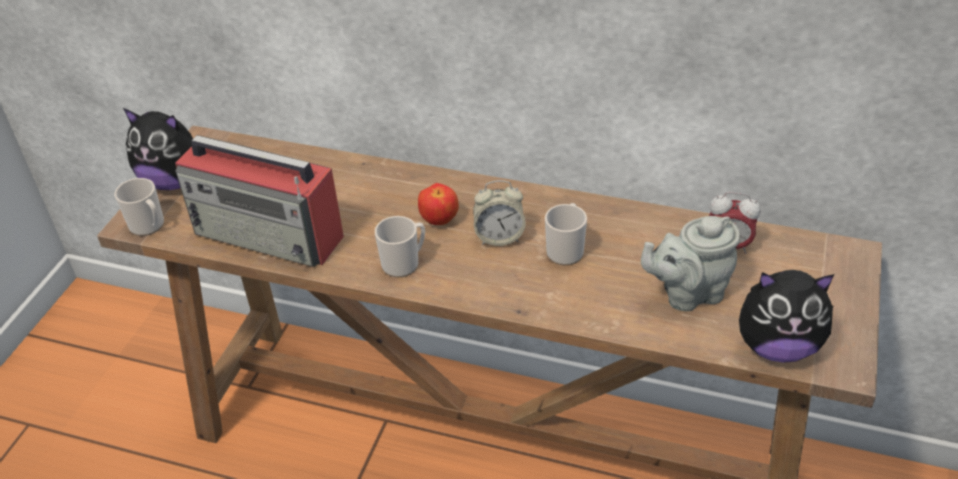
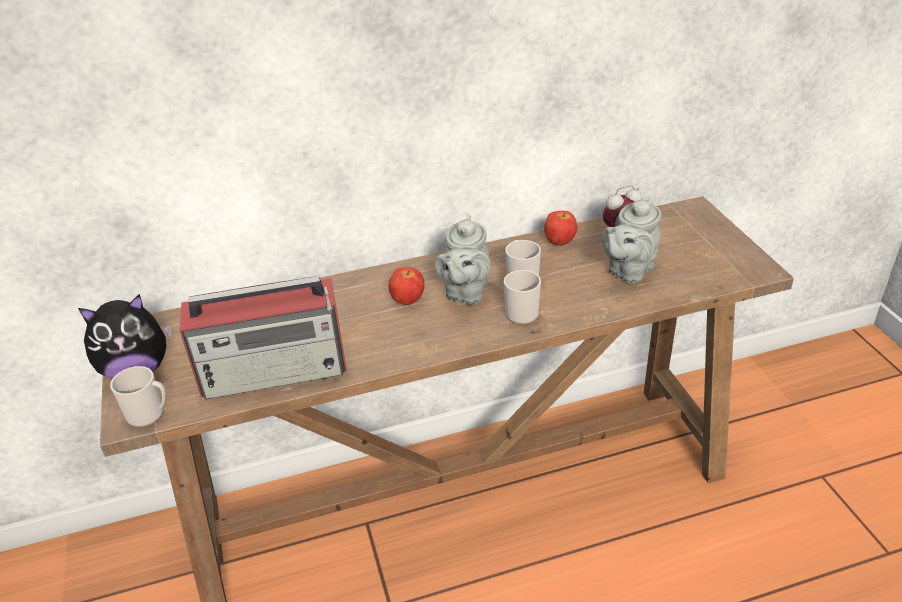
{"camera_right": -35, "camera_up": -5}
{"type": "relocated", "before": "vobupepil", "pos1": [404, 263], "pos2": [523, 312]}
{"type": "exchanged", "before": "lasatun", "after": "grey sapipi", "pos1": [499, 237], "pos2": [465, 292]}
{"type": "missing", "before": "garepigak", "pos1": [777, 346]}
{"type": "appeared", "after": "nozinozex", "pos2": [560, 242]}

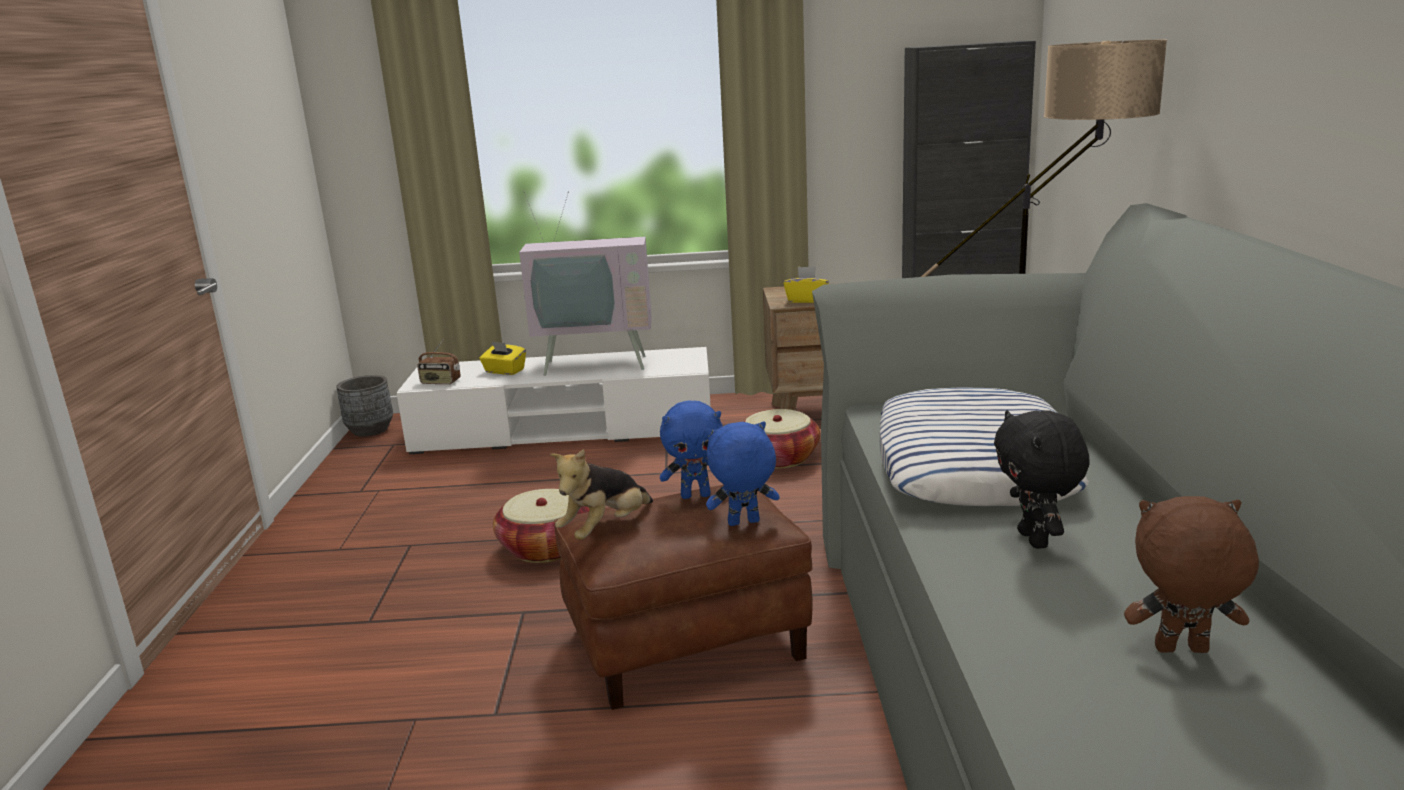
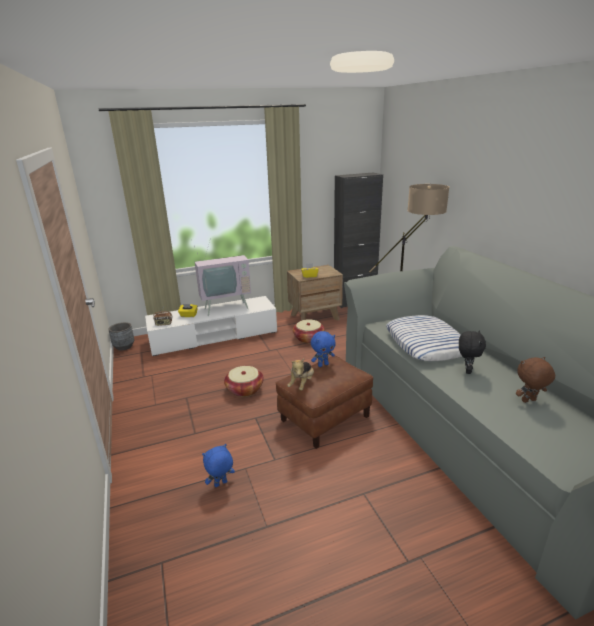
{"camera_right": -20, "camera_up": 5}
{"type": "relocated", "before": "blue garepigak", "pos1": [743, 523], "pos2": [221, 484]}
{"type": "spun", "before": "black garepigak", "pos1": [1035, 540], "pos2": [467, 370], "turn": -135}

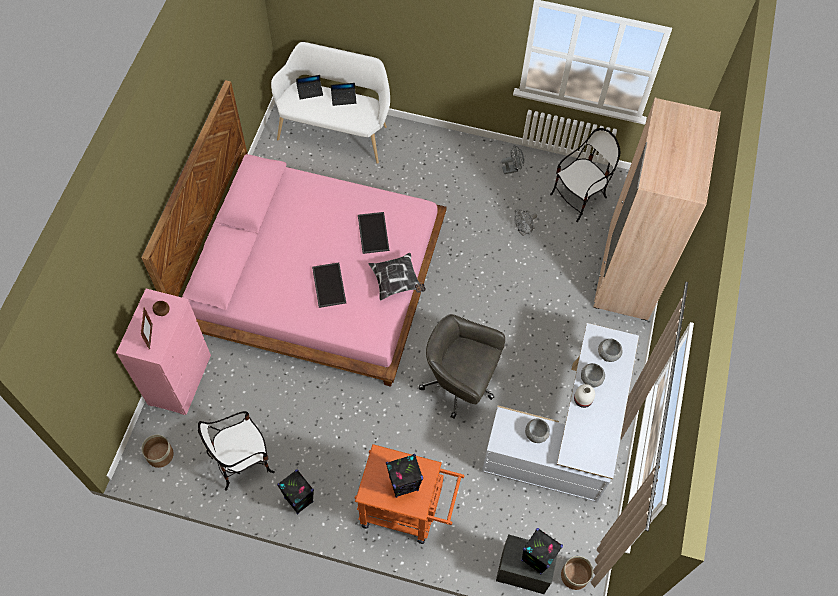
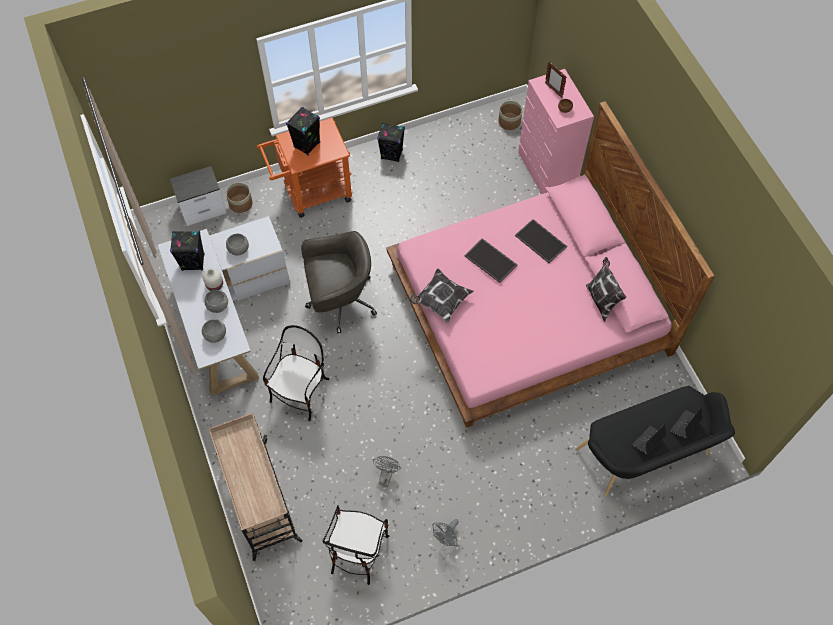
{"camera_right": 145, "camera_up": 0}
{"type": "relocated", "before": "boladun", "pos1": [243, 462], "pos2": [301, 392]}
{"type": "colour", "before": "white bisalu", "after": "black bisalu", "pos1": [335, 130], "pos2": [646, 456]}
{"type": "relocated", "before": "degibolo", "pos1": [372, 232], "pos2": [541, 241]}
{"type": "relocated", "before": "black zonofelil", "pos1": [536, 559], "pos2": [193, 262]}
{"type": "relocated", "before": "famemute", "pos1": [574, 576], "pos2": [240, 203]}
{"type": "exchanged", "before": "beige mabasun", "after": "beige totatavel", "pos1": [627, 273], "pos2": [260, 500]}
{"type": "appeared", "after": "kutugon", "pos2": [601, 300]}

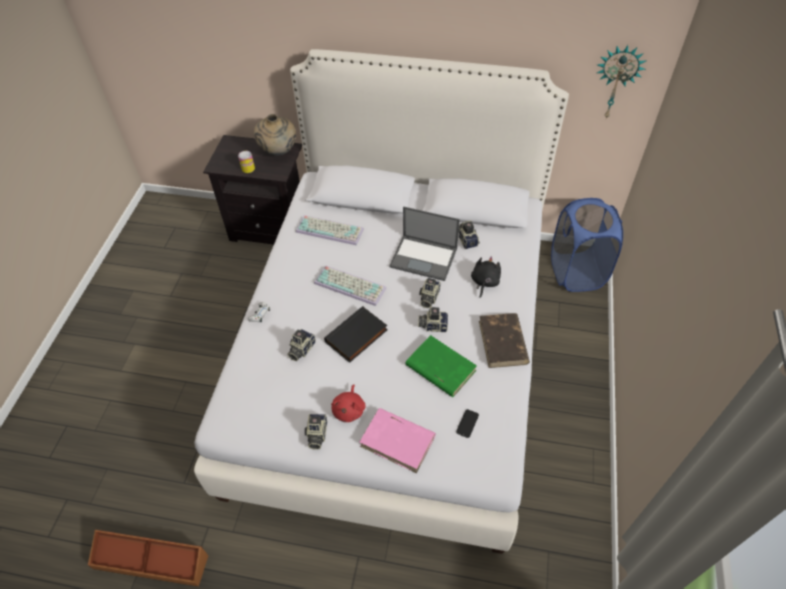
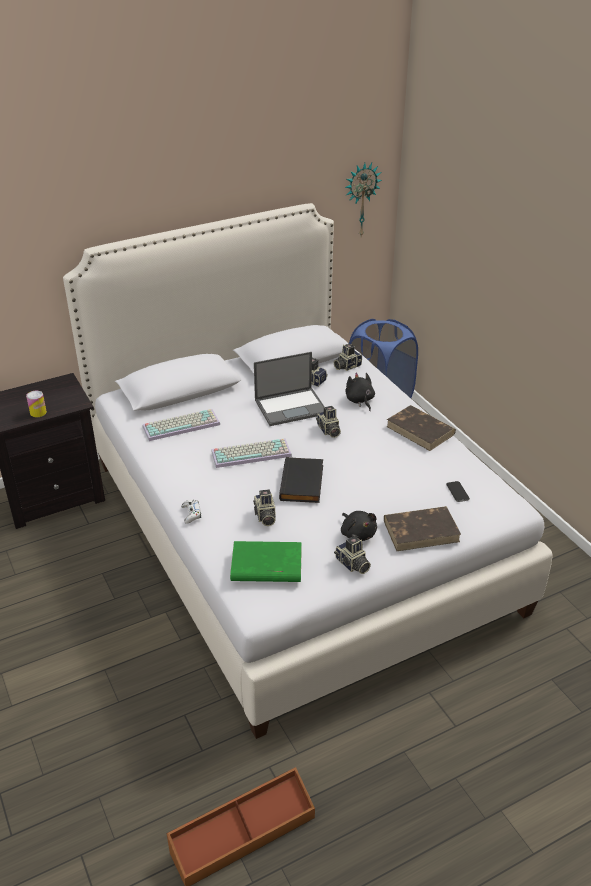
{"camera_right": -40, "camera_up": -15}
{"type": "missing", "before": "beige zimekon", "pos1": [279, 152]}
{"type": "colour", "before": "red garepigak", "after": "black garepigak", "pos1": [349, 409], "pos2": [357, 533]}
{"type": "colour", "before": "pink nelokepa", "after": "brown nelokepa", "pos1": [398, 441], "pos2": [421, 531]}
{"type": "relocated", "before": "green nelokepa", "pos1": [440, 368], "pos2": [266, 566]}
{"type": "relocated", "before": "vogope", "pos1": [432, 325], "pos2": [346, 366]}

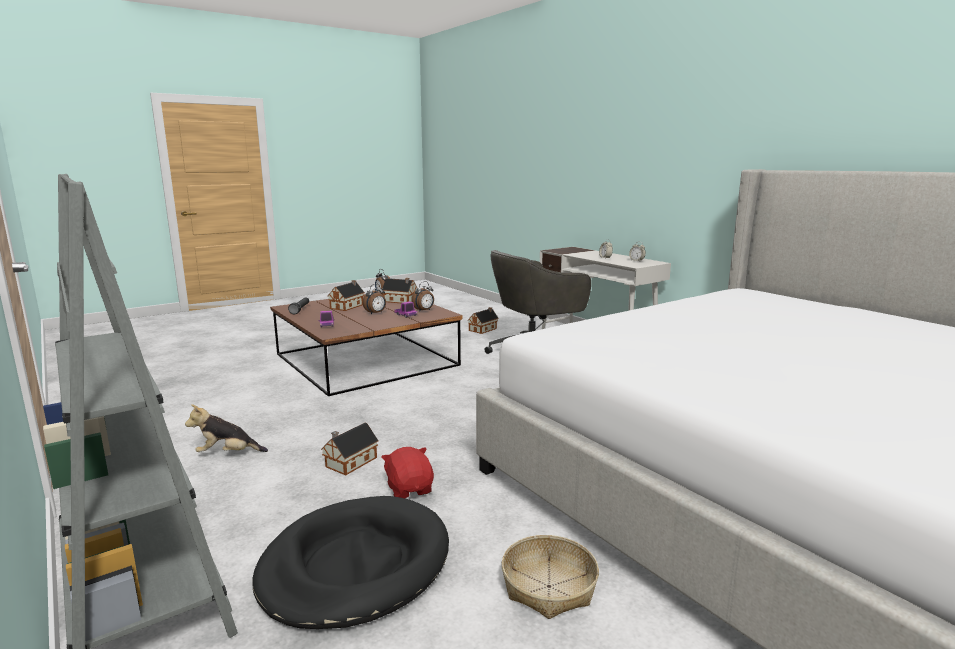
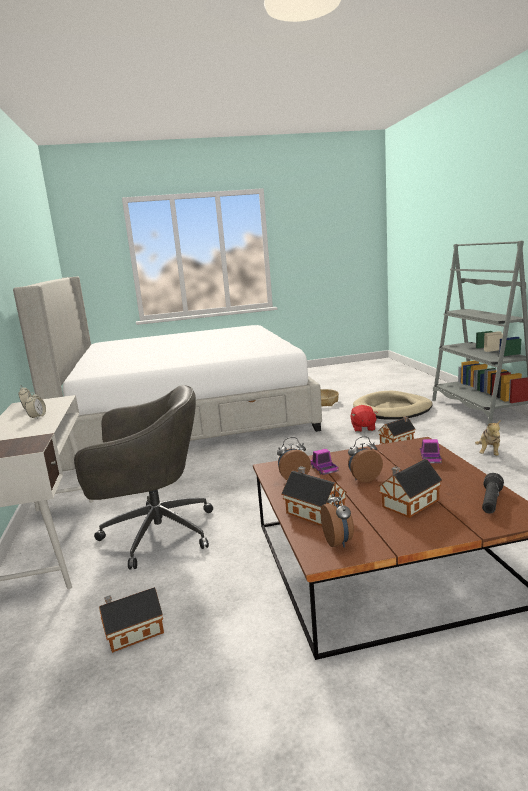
{"camera_right": -155, "camera_up": 0}
{"type": "spun", "before": "garepigak", "pos1": [227, 453], "pos2": [489, 453], "turn": 90}
{"type": "colour", "before": "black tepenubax", "after": "beige tepenubax", "pos1": [355, 566], "pos2": [392, 409]}

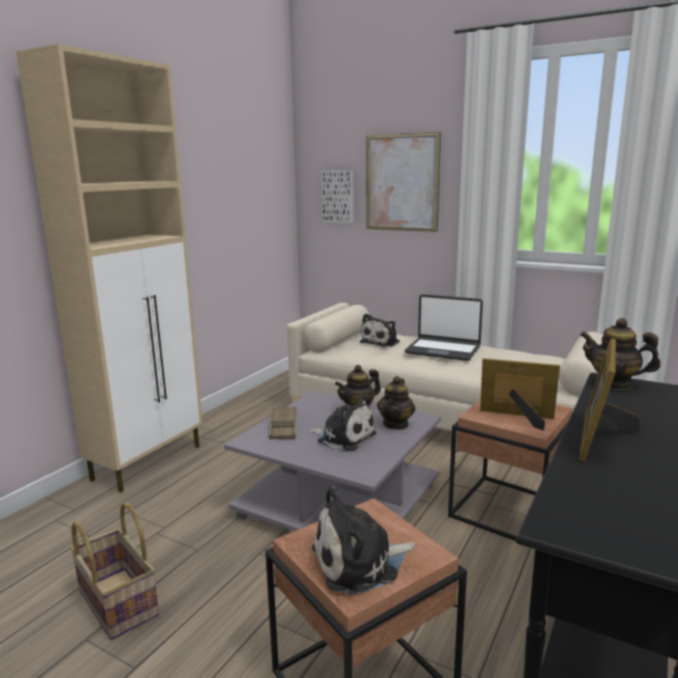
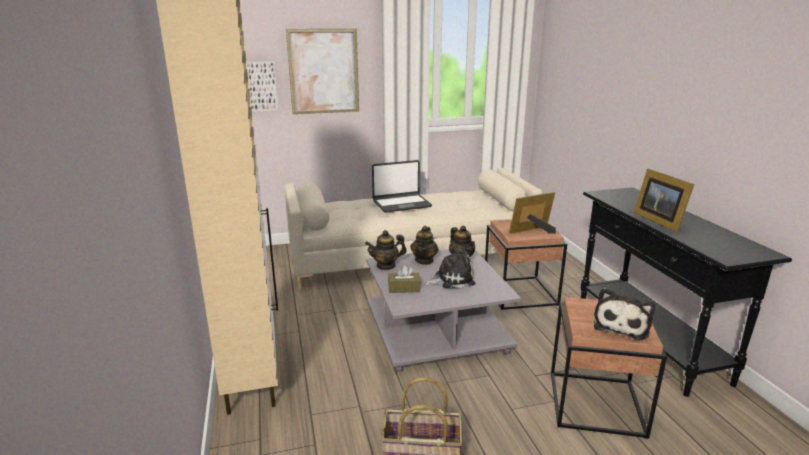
{"camera_right": -45, "camera_up": 5}
{"type": "exchanged", "before": "brown degibolo", "after": "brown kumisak", "pos1": [283, 427], "pos2": [404, 288]}
{"type": "missing", "before": "garepigak", "pos1": [381, 342]}
{"type": "relocated", "before": "sapipi", "pos1": [614, 384], "pos2": [386, 265]}

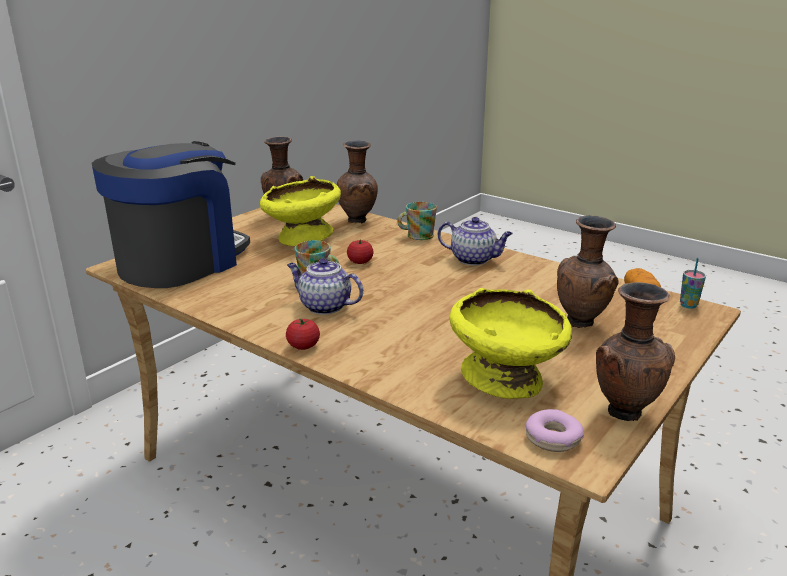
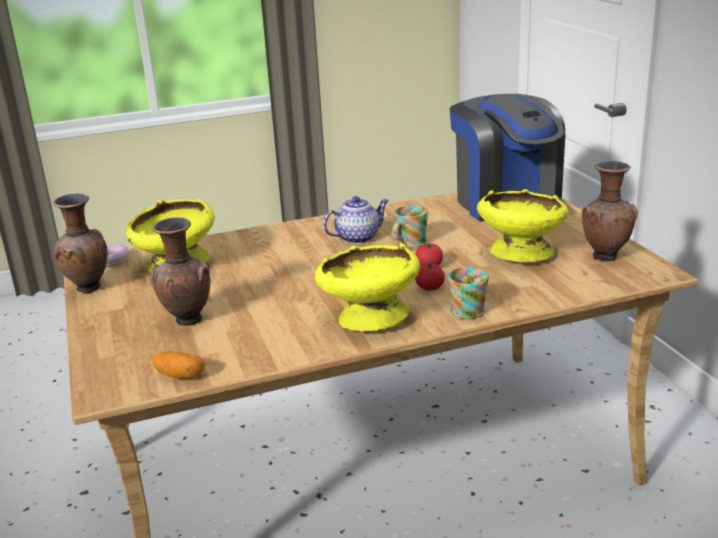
{"camera_right": 125, "camera_up": 0}
{"type": "relocated", "before": "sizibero", "pos1": [303, 346], "pos2": [430, 288]}
{"type": "missing", "before": "brown zimekon", "pos1": [358, 221]}
{"type": "exchanged", "before": "sapipi", "after": "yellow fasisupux", "pos1": [474, 259], "pos2": [368, 319]}
{"type": "missing", "before": "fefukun", "pos1": [688, 305]}

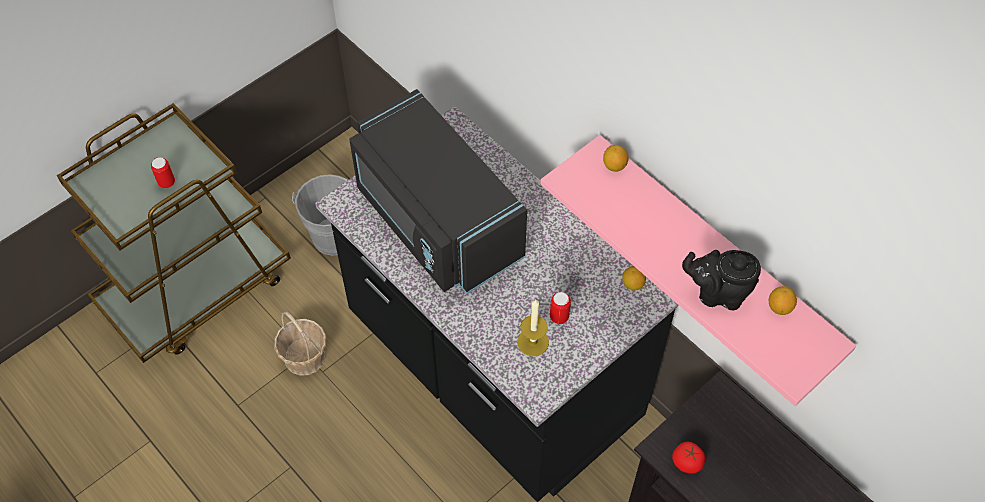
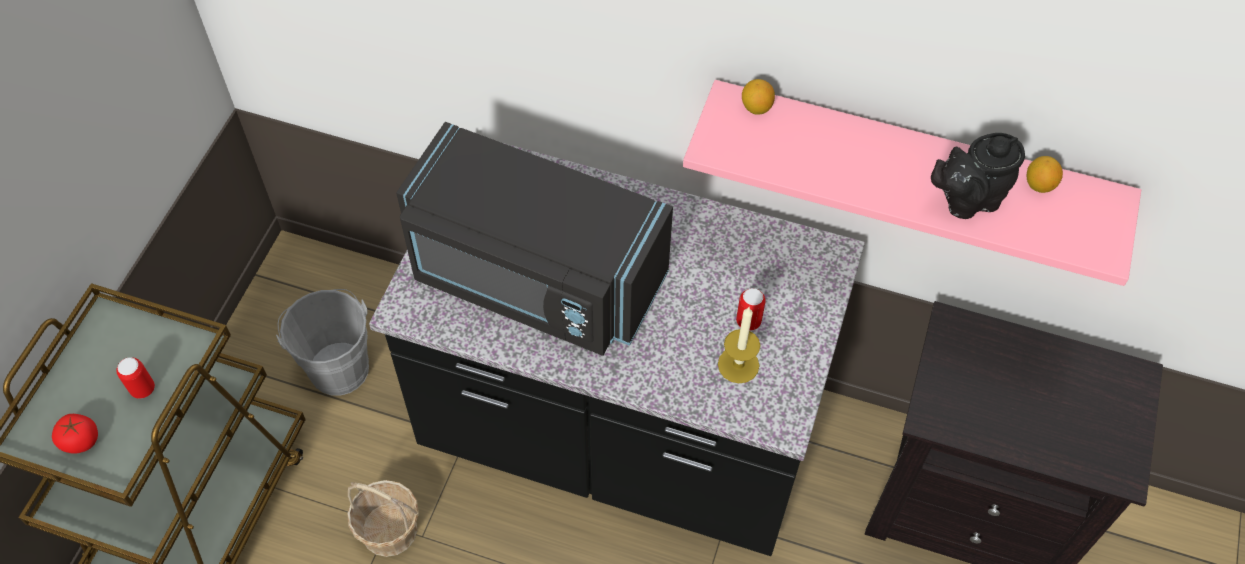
{"camera_right": -30, "camera_up": 0}
{"type": "missing", "before": "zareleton", "pos1": [632, 284]}
{"type": "relocated", "before": "sizibero", "pos1": [687, 462], "pos2": [81, 441]}

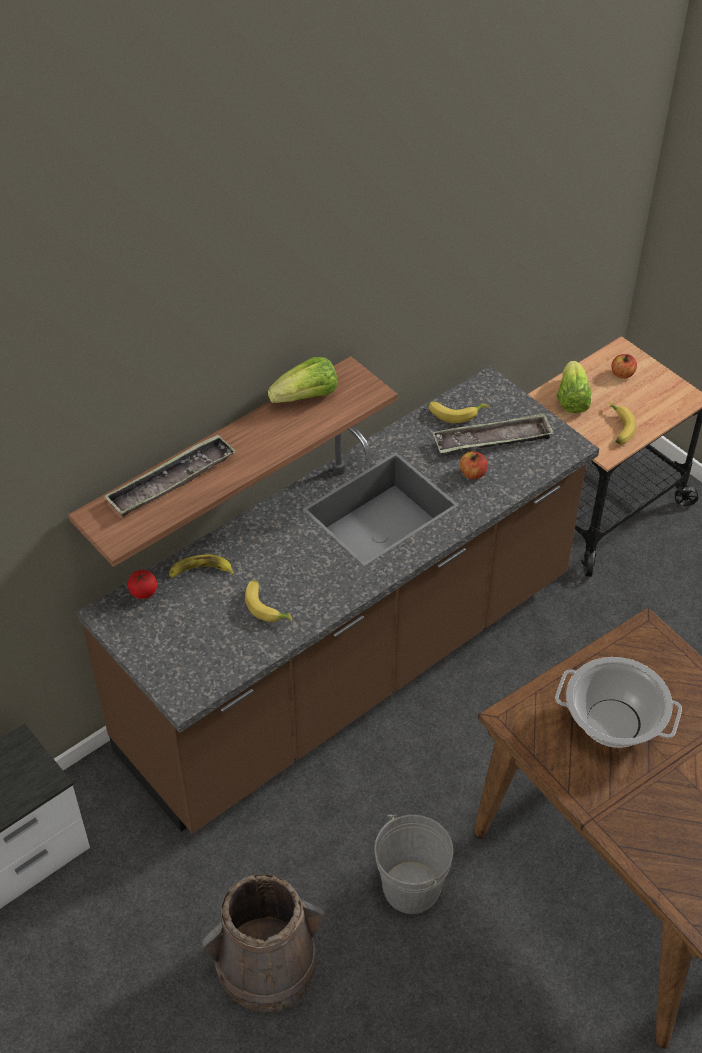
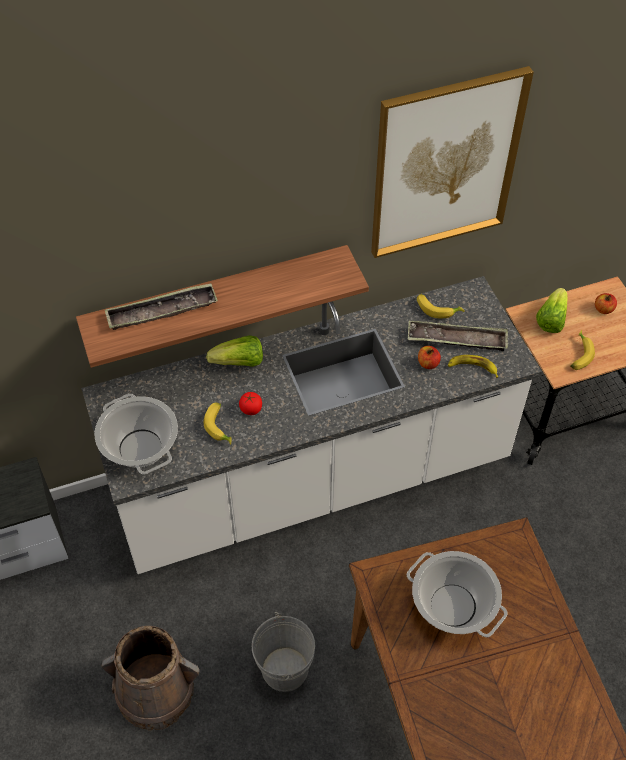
{"camera_right": 20, "camera_up": 5}
{"type": "colour", "before": "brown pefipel", "after": "white pefipel", "pos1": [351, 668], "pos2": [313, 481]}
{"type": "relocated", "before": "sizibero", "pos1": [143, 592], "pos2": [251, 409]}
{"type": "relocated", "before": "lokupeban", "pos1": [200, 571], "pos2": [472, 368]}
{"type": "relocated", "before": "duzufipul", "pos1": [306, 397], "pos2": [239, 363]}
{"type": "appeared", "after": "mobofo", "pos2": [140, 447]}
{"type": "appeared", "after": "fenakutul", "pos2": [445, 164]}

